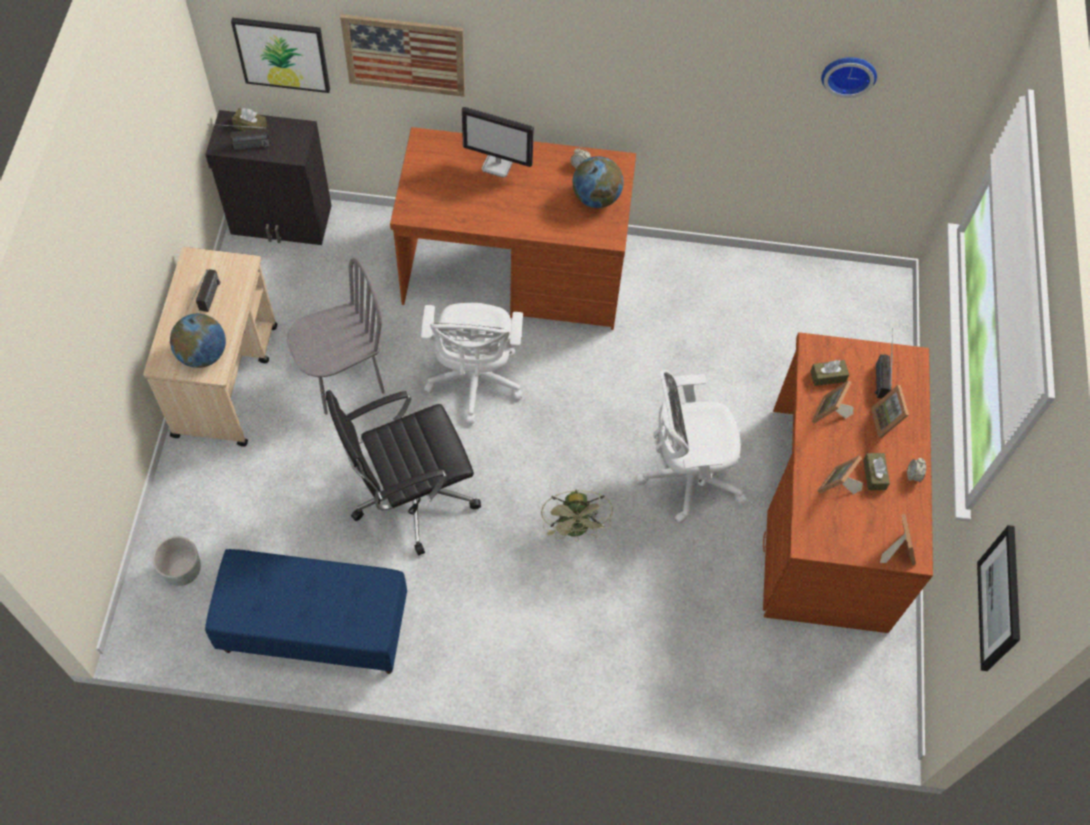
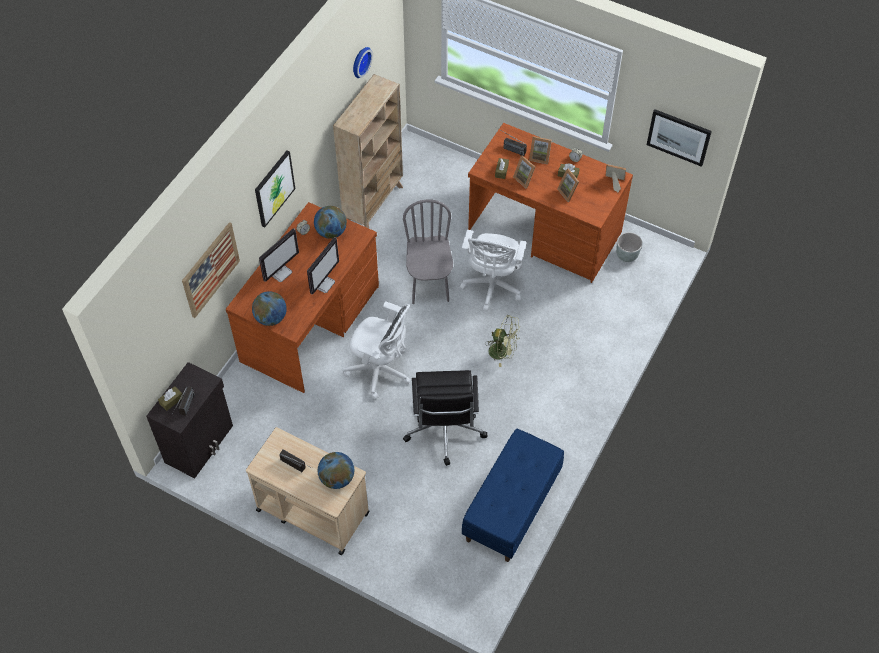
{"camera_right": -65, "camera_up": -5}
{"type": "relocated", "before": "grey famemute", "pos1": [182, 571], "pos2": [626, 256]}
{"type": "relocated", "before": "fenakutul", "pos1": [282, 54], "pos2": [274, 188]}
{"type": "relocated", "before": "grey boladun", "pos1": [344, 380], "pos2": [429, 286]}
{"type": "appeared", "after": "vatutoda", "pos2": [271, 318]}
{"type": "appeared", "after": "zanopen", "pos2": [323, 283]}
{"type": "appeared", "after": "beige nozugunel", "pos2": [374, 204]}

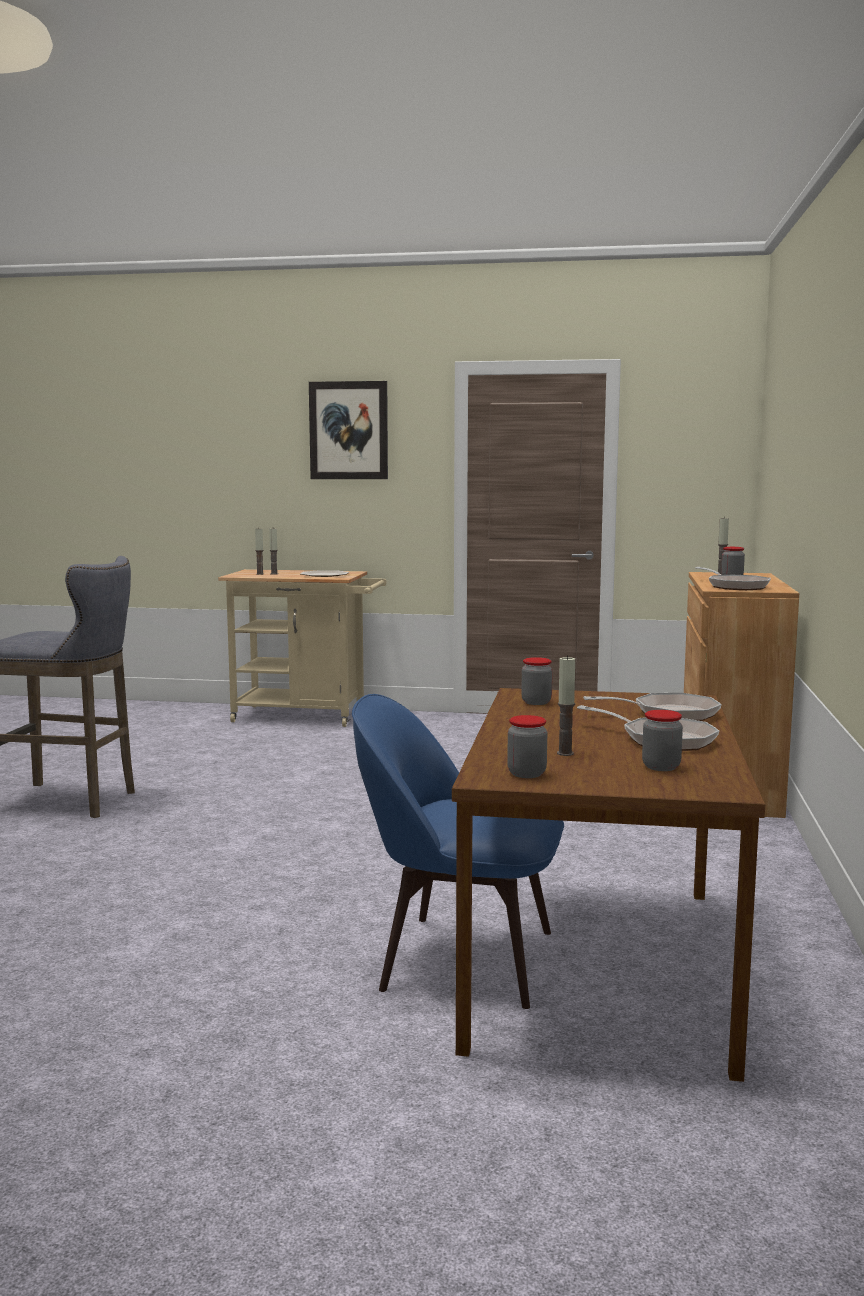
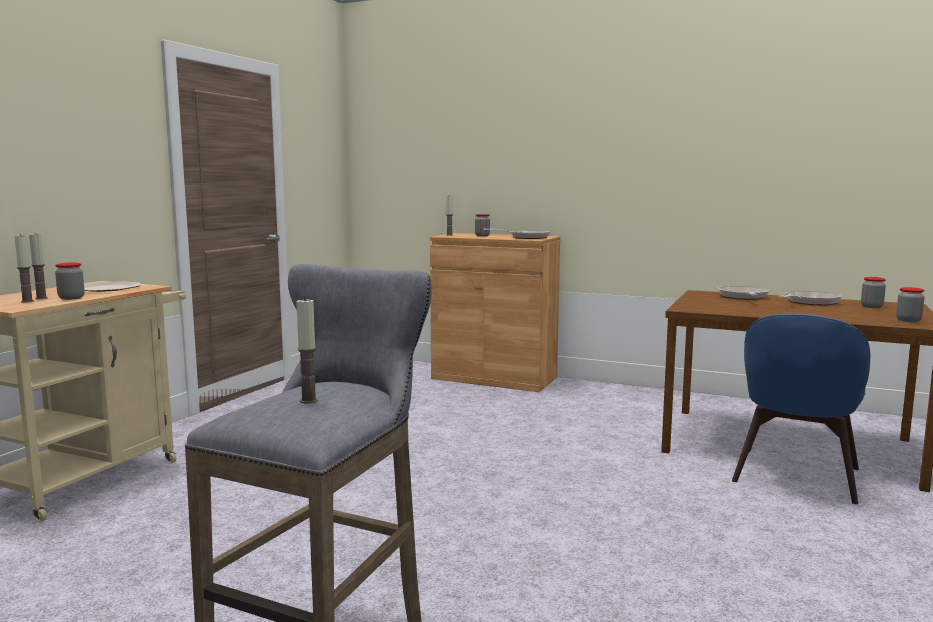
{"camera_right": -75, "camera_up": 0}
{"type": "missing", "before": "fenakutul", "pos1": [348, 430]}
{"type": "relocated", "before": "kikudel", "pos1": [536, 702], "pos2": [71, 298]}
{"type": "relocated", "before": "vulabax", "pos1": [565, 753], "pos2": [309, 400]}

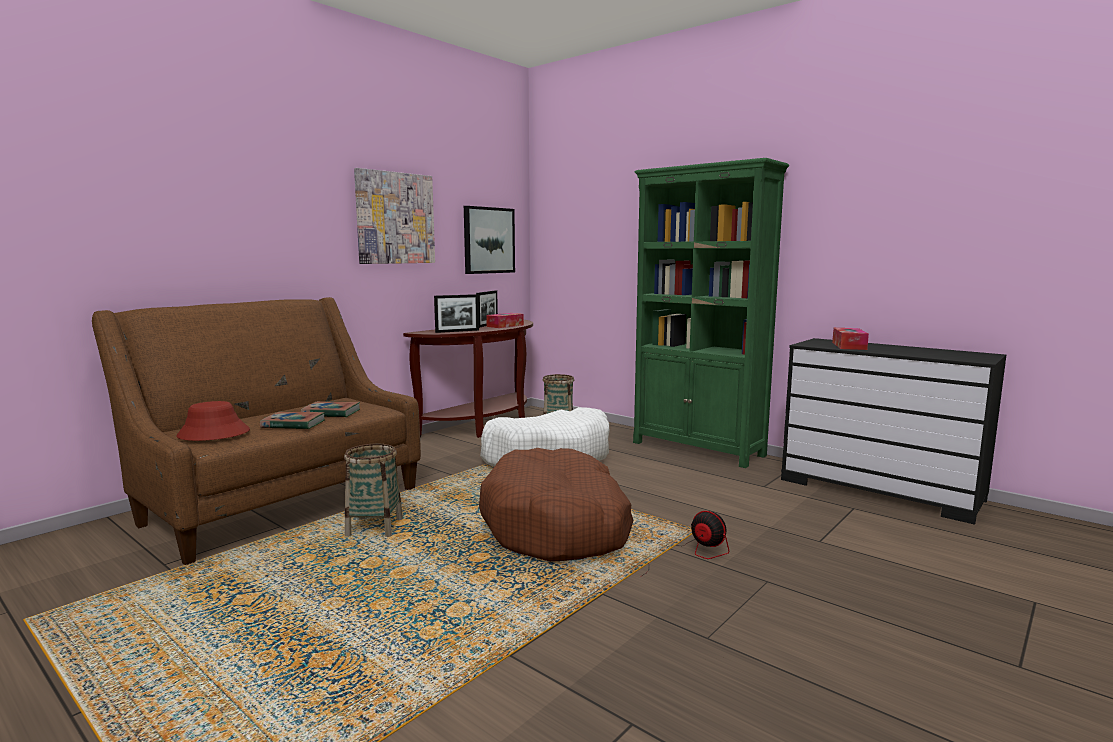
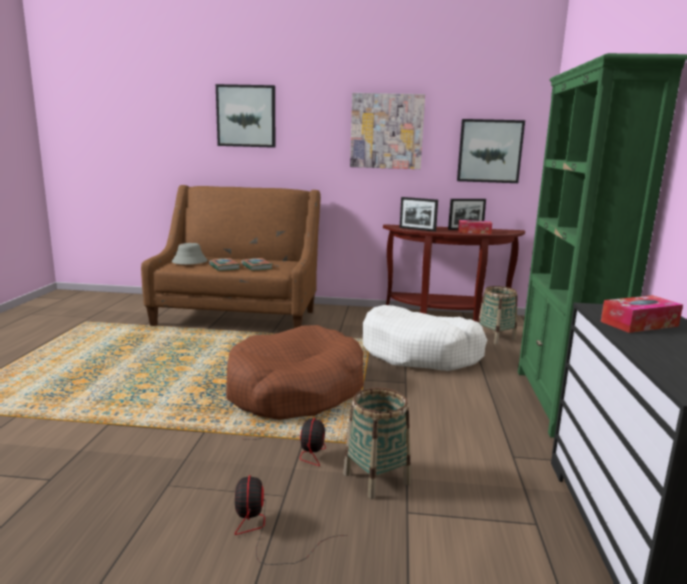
{"camera_right": 55, "camera_up": 5}
{"type": "colour", "before": "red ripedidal", "after": "grey ripedidal", "pos1": [213, 434], "pos2": [189, 261]}
{"type": "relocated", "before": "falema", "pos1": [374, 528], "pos2": [376, 478]}
{"type": "appeared", "after": "fenakutul", "pos2": [246, 116]}
{"type": "appeared", "after": "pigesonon", "pos2": [265, 532]}

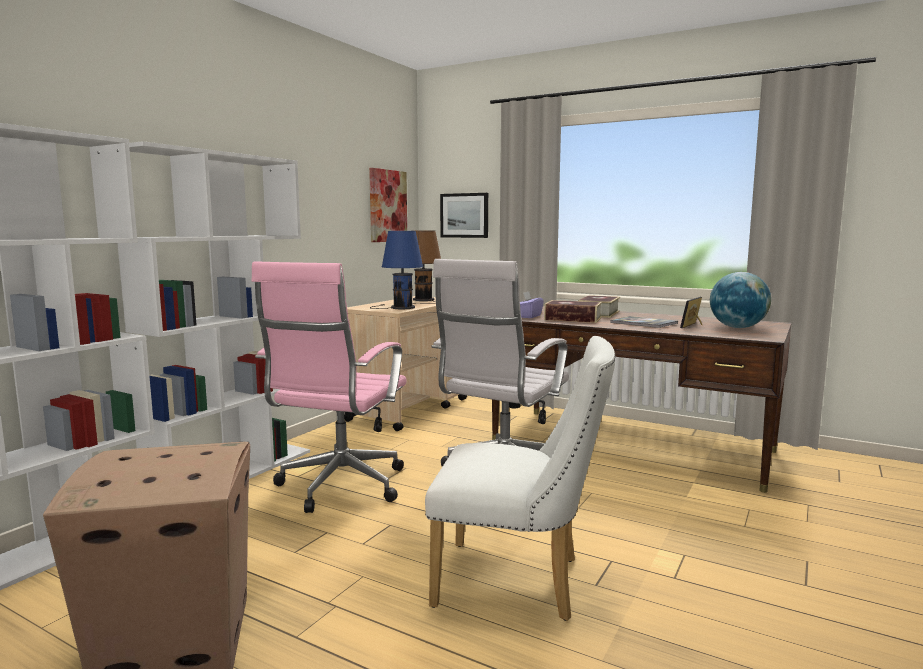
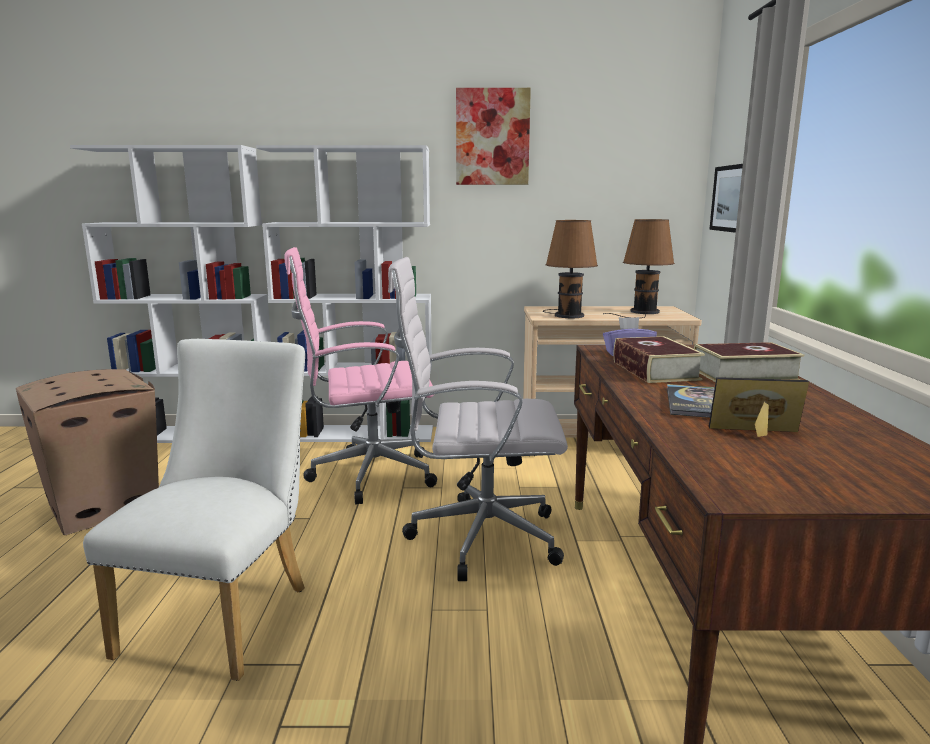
{"camera_right": 60, "camera_up": 5}
{"type": "relocated", "before": "fenakutul", "pos1": [387, 206], "pos2": [492, 137]}
{"type": "colour", "before": "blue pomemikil", "after": "brown pomemikil", "pos1": [400, 307], "pos2": [568, 315]}
{"type": "spun", "before": "white boladun", "pos1": [520, 582], "pos2": [225, 613], "turn": -150}
{"type": "missing", "before": "vatutoda", "pos1": [737, 327]}

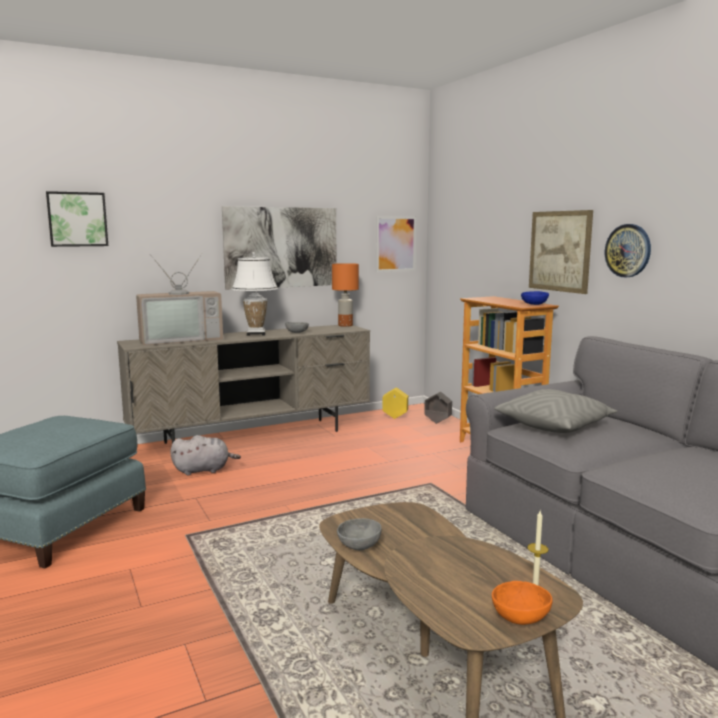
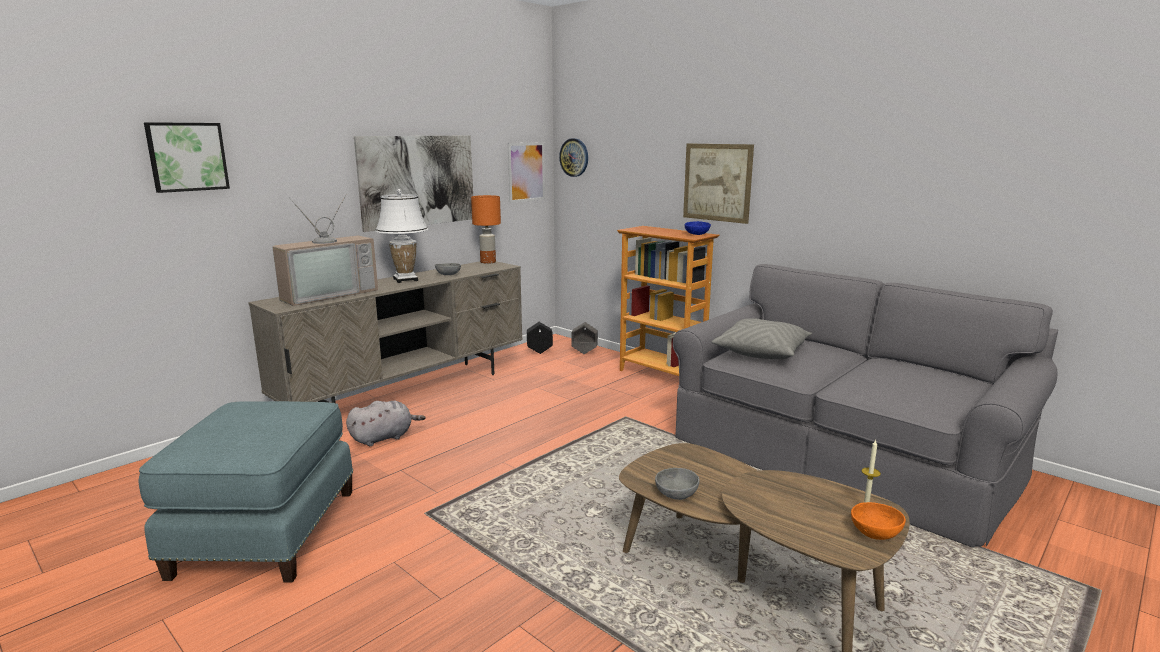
{"camera_right": -20, "camera_up": 5}
{"type": "colour", "before": "yellow famemute", "after": "black famemute", "pos1": [395, 417], "pos2": [539, 352]}
{"type": "relocated", "before": "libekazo", "pos1": [628, 250], "pos2": [574, 157]}

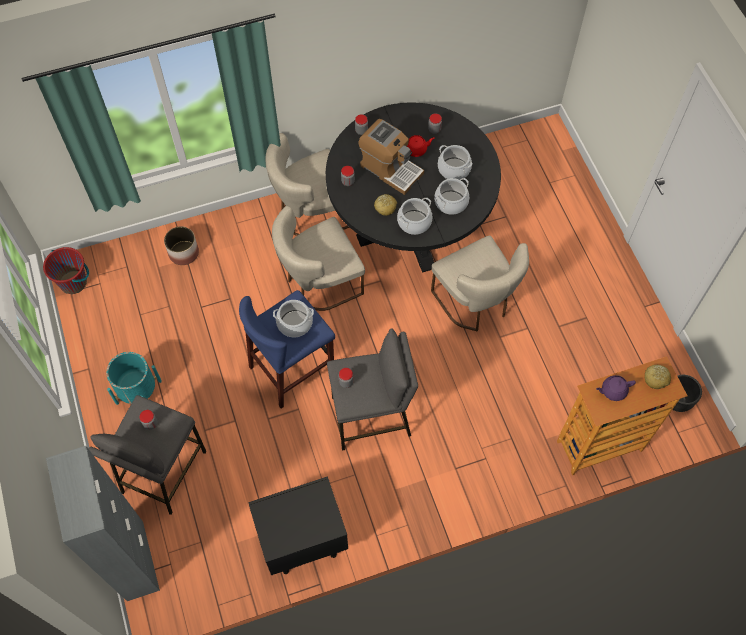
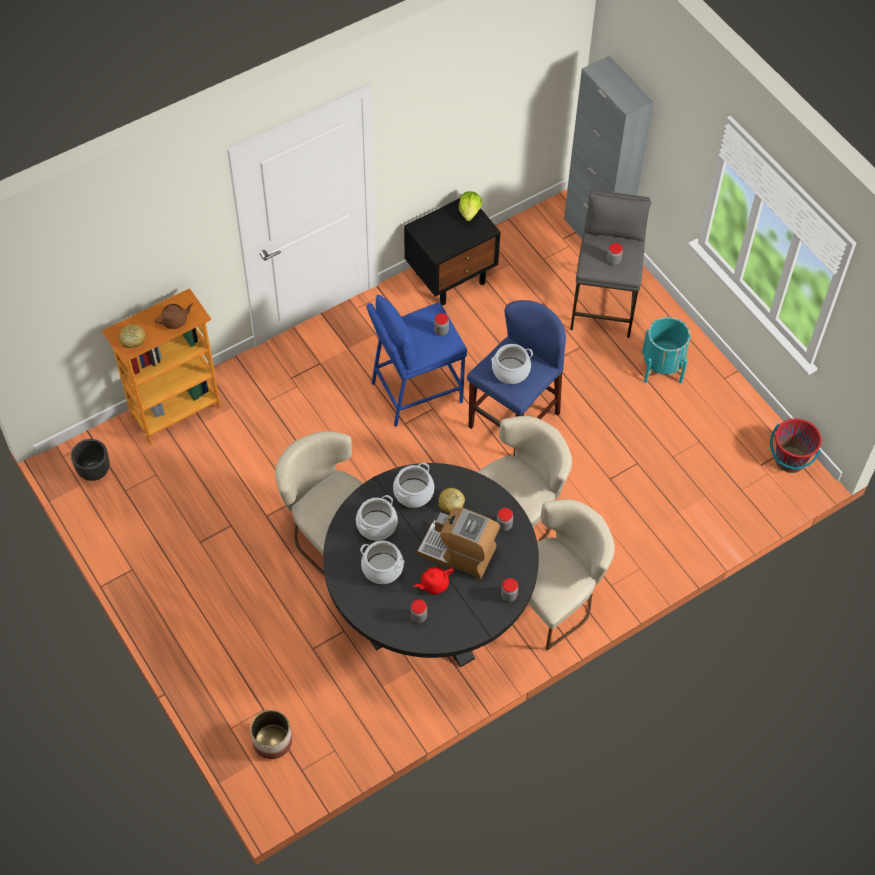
{"camera_right": 165, "camera_up": -5}
{"type": "relocated", "before": "famemute", "pos1": [184, 252], "pos2": [272, 741]}
{"type": "colour", "before": "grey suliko", "after": "blue suliko", "pos1": [371, 417], "pos2": [416, 391]}
{"type": "colour", "before": "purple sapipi", "after": "brown sapipi", "pos1": [613, 390], "pos2": [175, 320]}
{"type": "appeared", "after": "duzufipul", "pos2": [469, 211]}

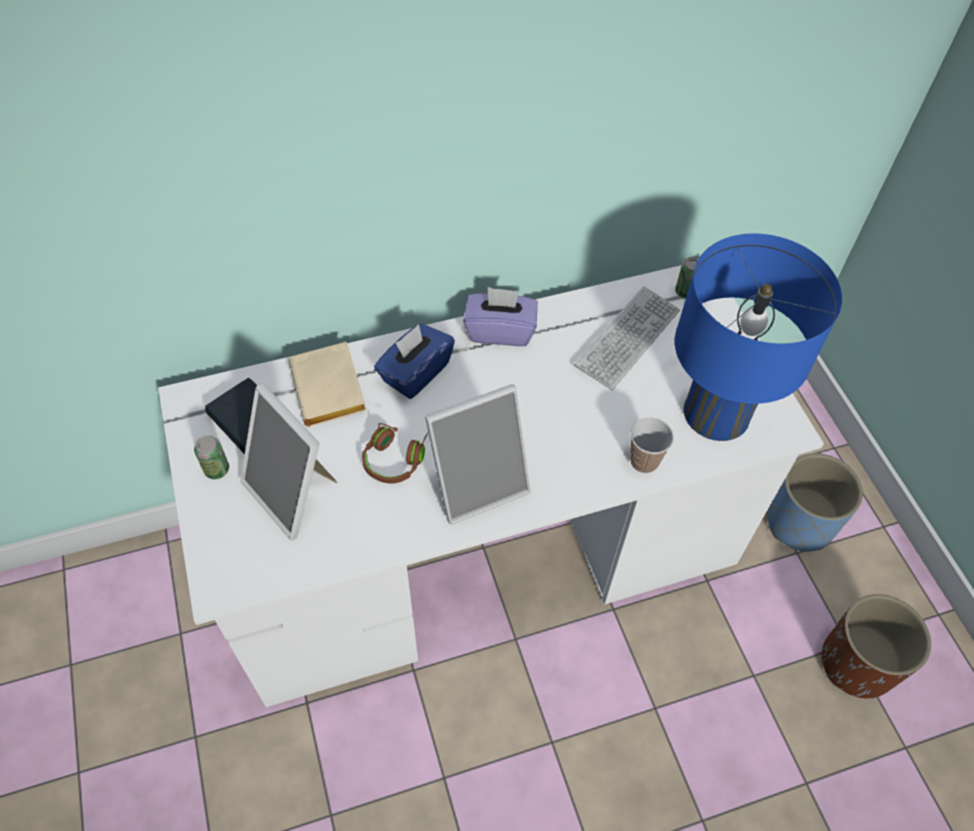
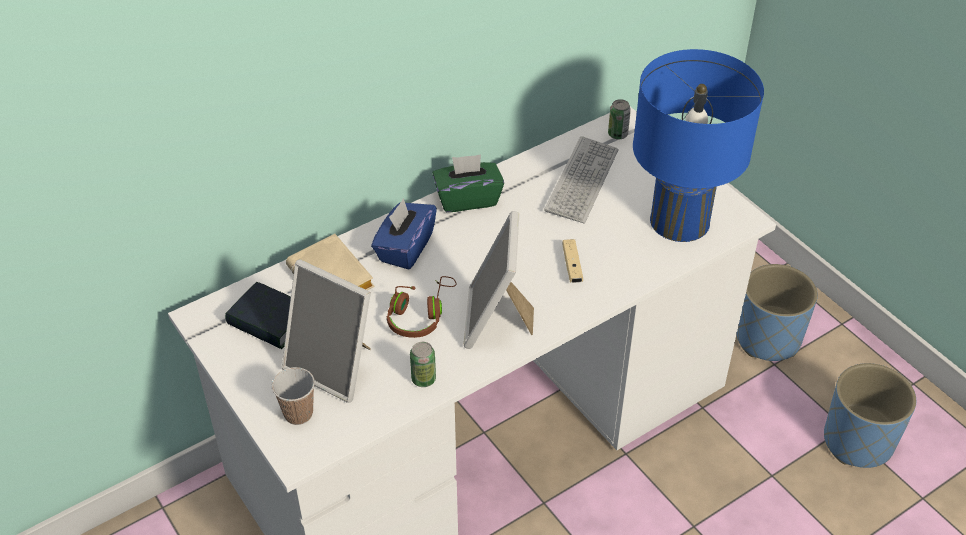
{"camera_right": -15, "camera_up": -10}
{"type": "relocated", "before": "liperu", "pos1": [217, 470], "pos2": [423, 379]}
{"type": "spun", "before": "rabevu", "pos1": [477, 483], "pos2": [496, 320], "turn": 135}
{"type": "colour", "before": "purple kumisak", "after": "green kumisak", "pos1": [500, 331], "pos2": [467, 199]}
{"type": "relocated", "before": "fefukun", "pos1": [644, 461], "pos2": [298, 414]}
{"type": "colour", "before": "brown famemute", "after": "blue famemute", "pos1": [856, 663], "pos2": [857, 442]}
{"type": "appeared", "after": "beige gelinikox", "pos2": [572, 266]}

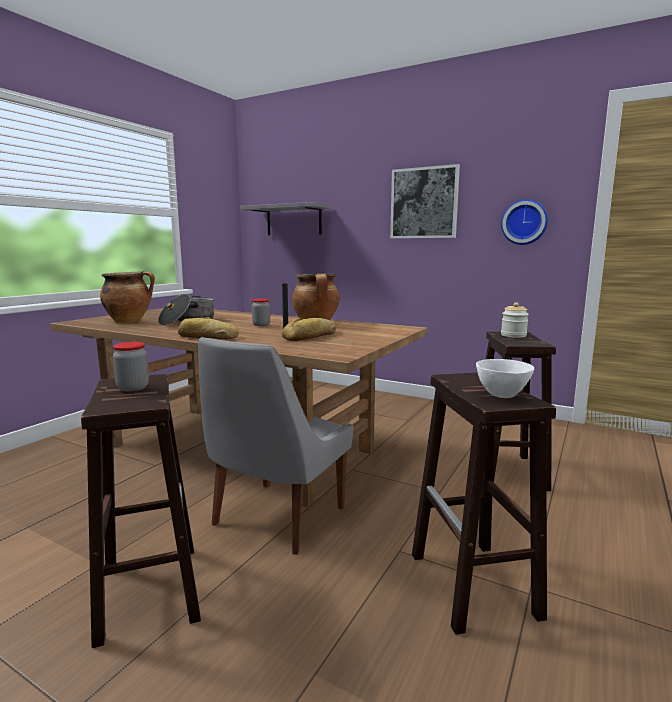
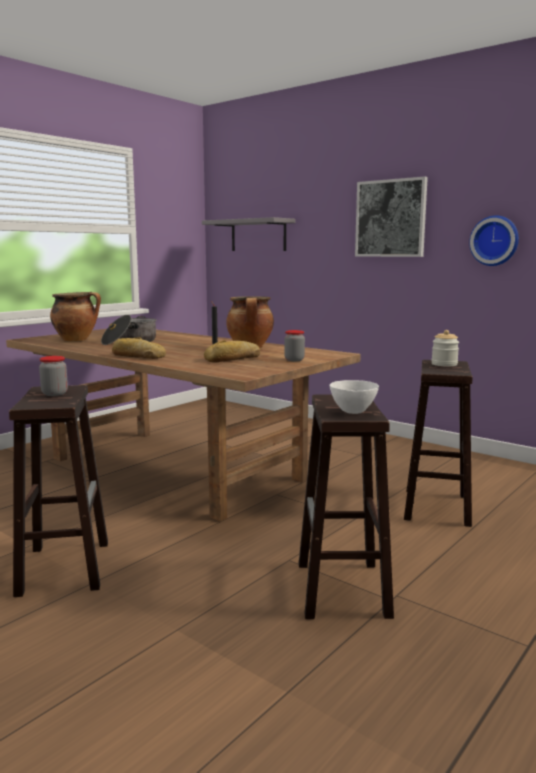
{"camera_right": 10, "camera_up": 0}
{"type": "missing", "before": "grey boladun", "pos1": [276, 518]}
{"type": "relocated", "before": "kikudel", "pos1": [261, 325], "pos2": [294, 360]}

